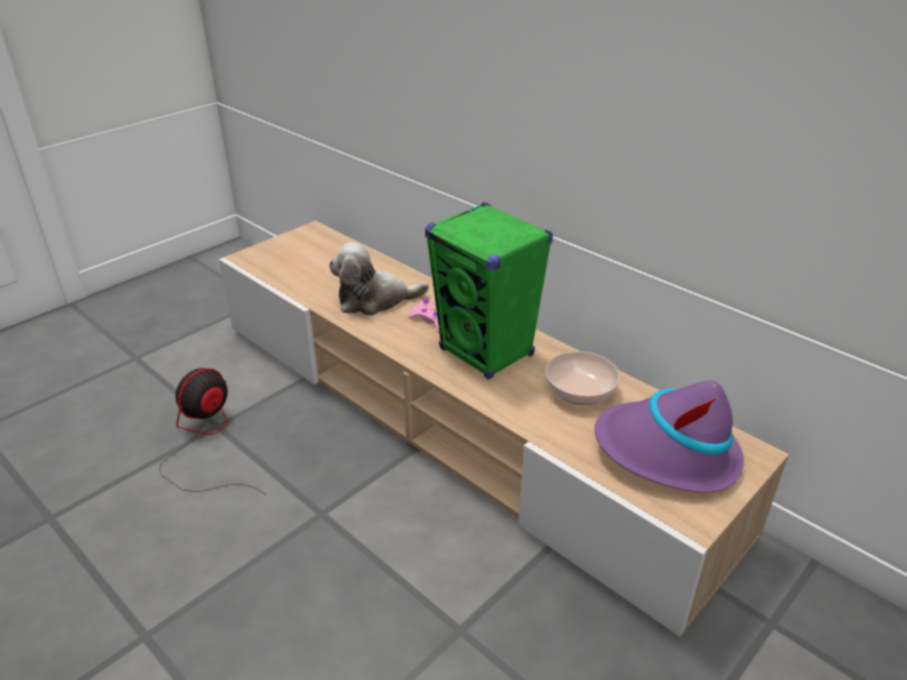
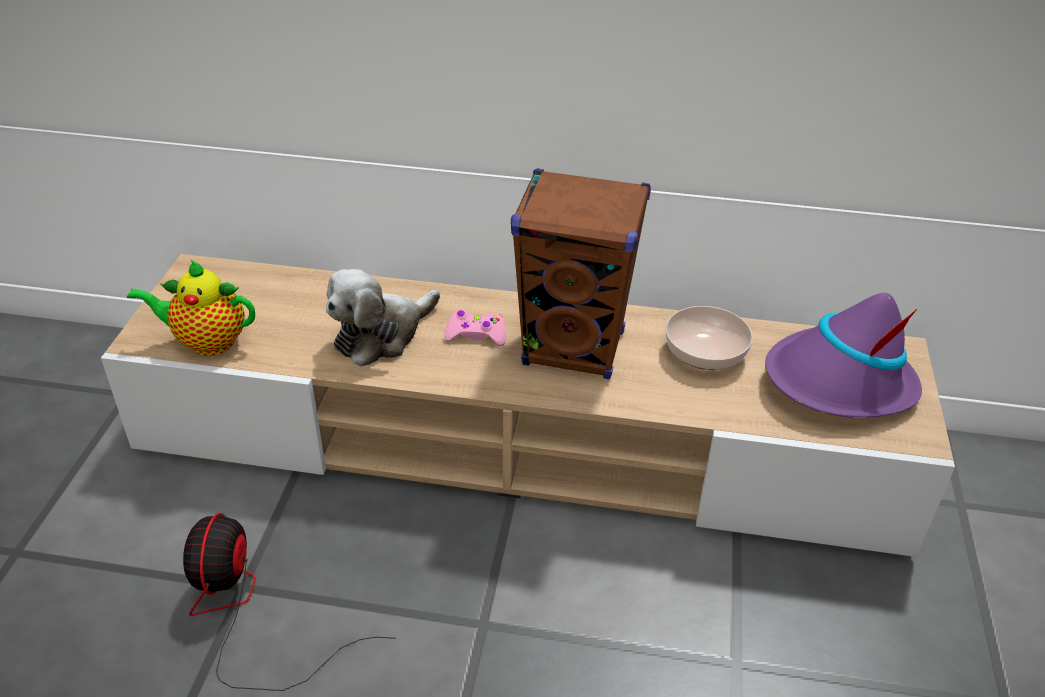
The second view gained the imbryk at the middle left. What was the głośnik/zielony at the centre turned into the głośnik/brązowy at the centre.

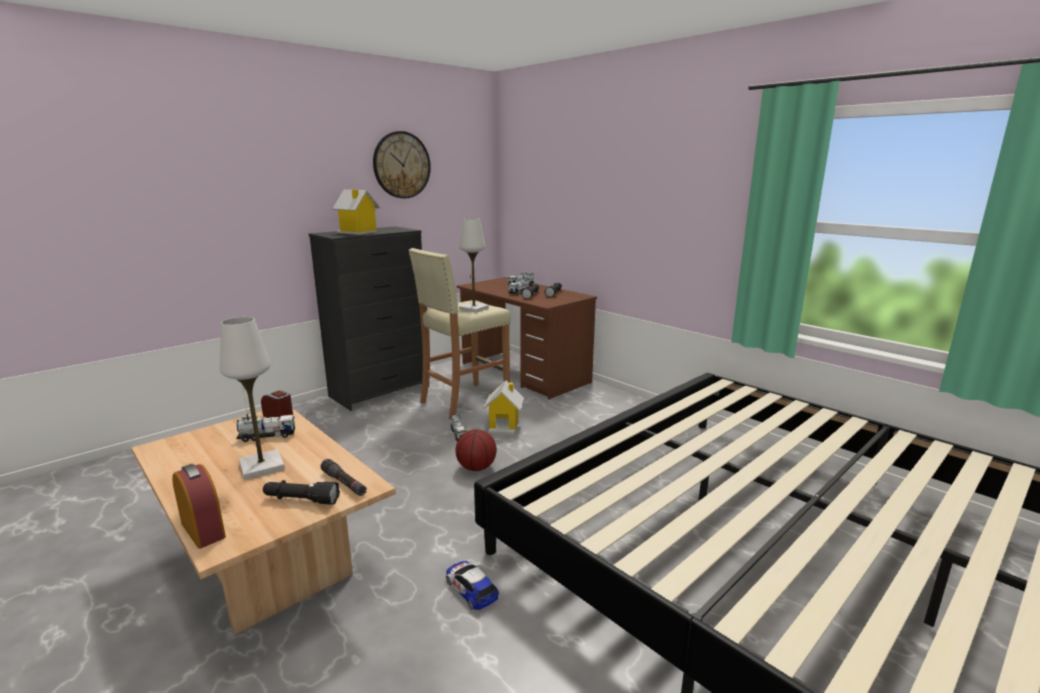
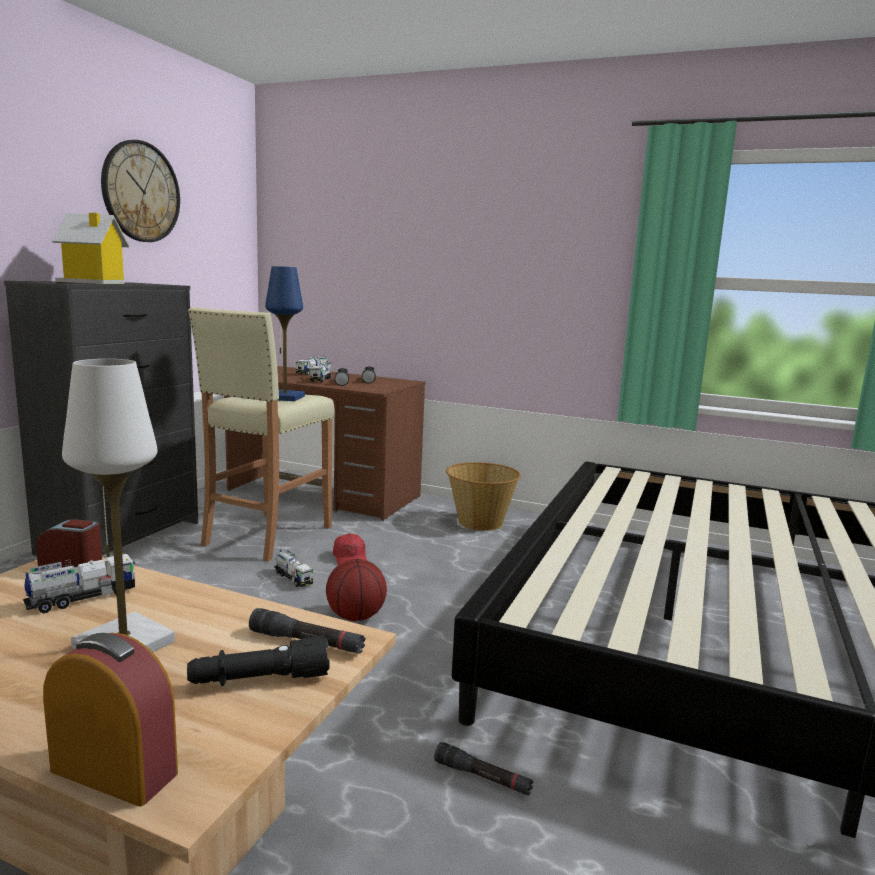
The second view gained the koszyk at the centre. Where the samochodzik stood at the bottom centre, the latarka/czarny (5th from left) came to stand at the bottom centre. Where the domek (2nd from left) stood at the centre, the czapka z daszkiem/czerwony came to stand at the centre. What was the lampa stołowa/biały (2nd from left) at the centre turned into the lampa stołowa/niebieski at the middle left.

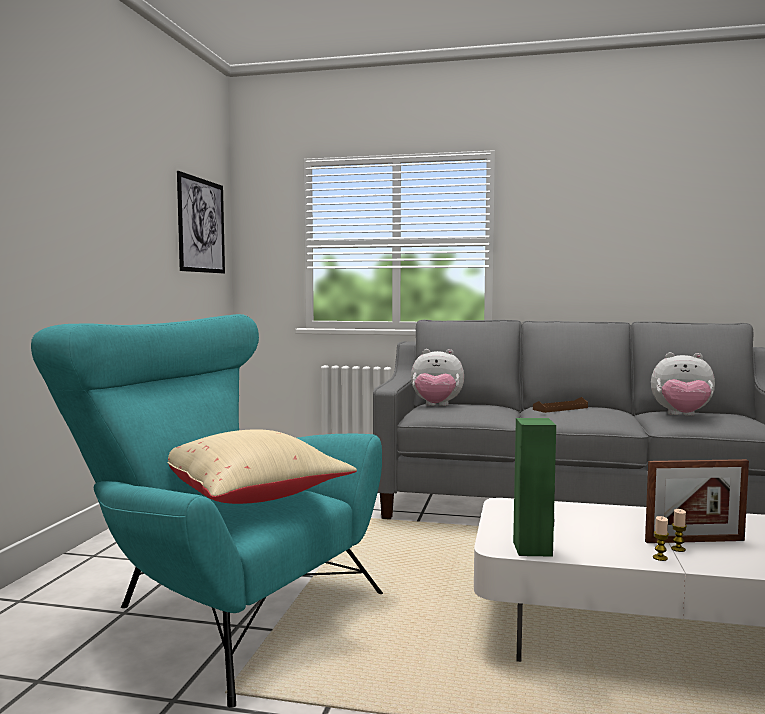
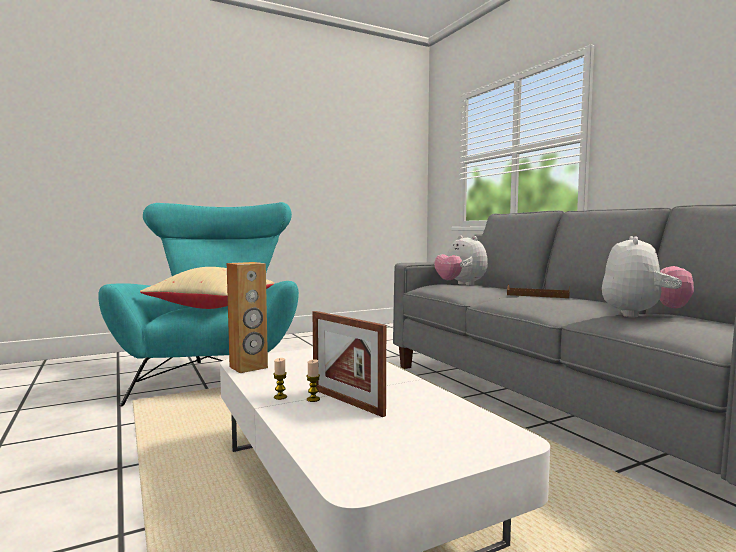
The second view lost the obraz at the top left. What was the głośnik/zielony at the bottom right turned into the głośnik/brązowy at the centre. The pluszak (2nd from left) at the middle right ended up facing another way, 135 degrees counterclockwise from before.

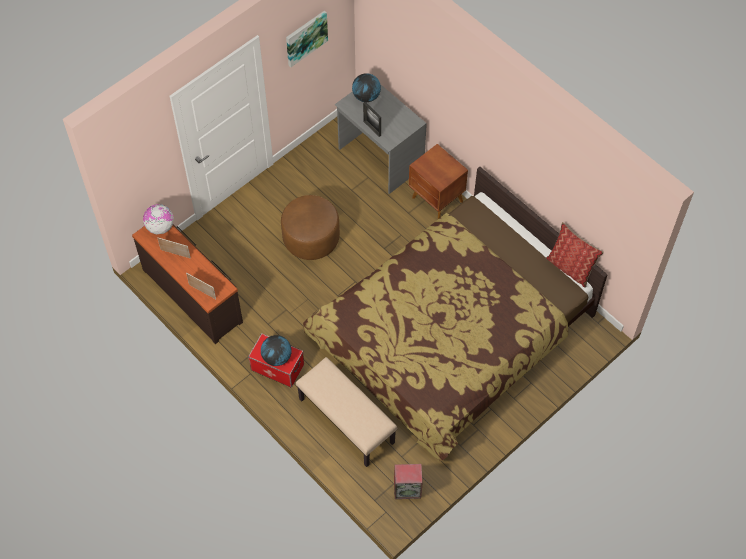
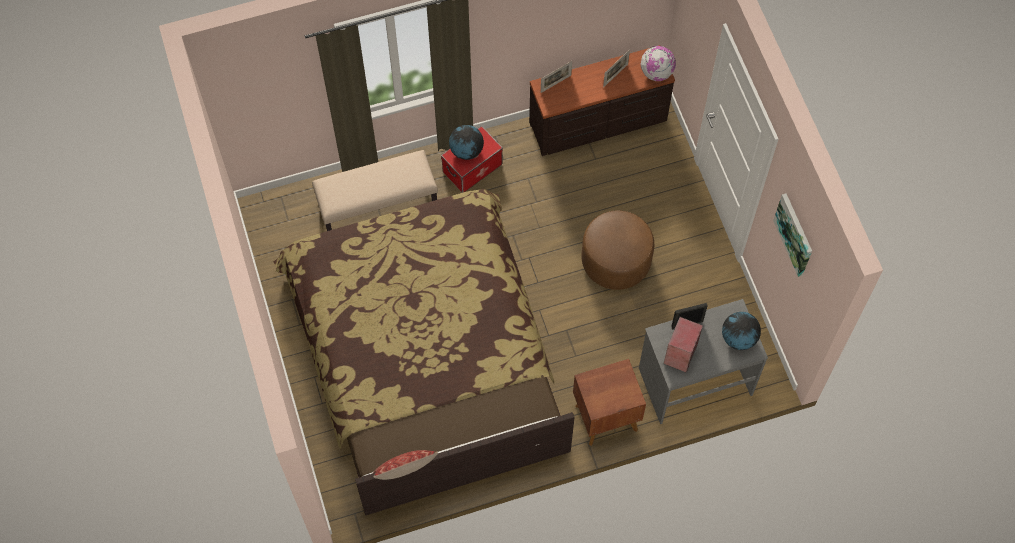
The głośnik ended up elsewhere, having gone from the bottom centre to the middle right.

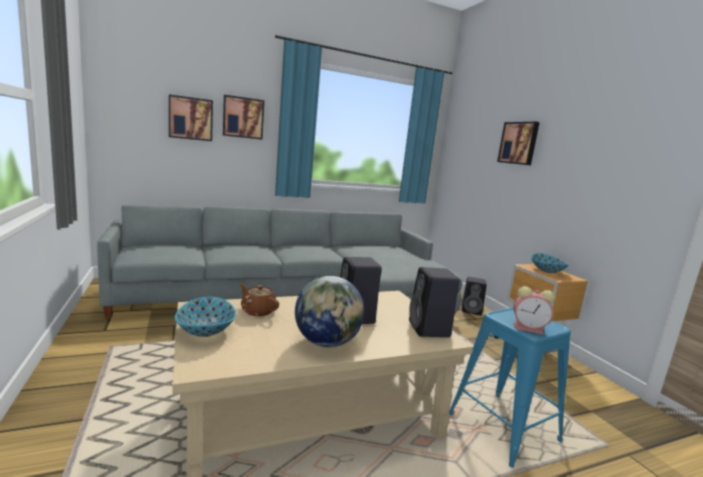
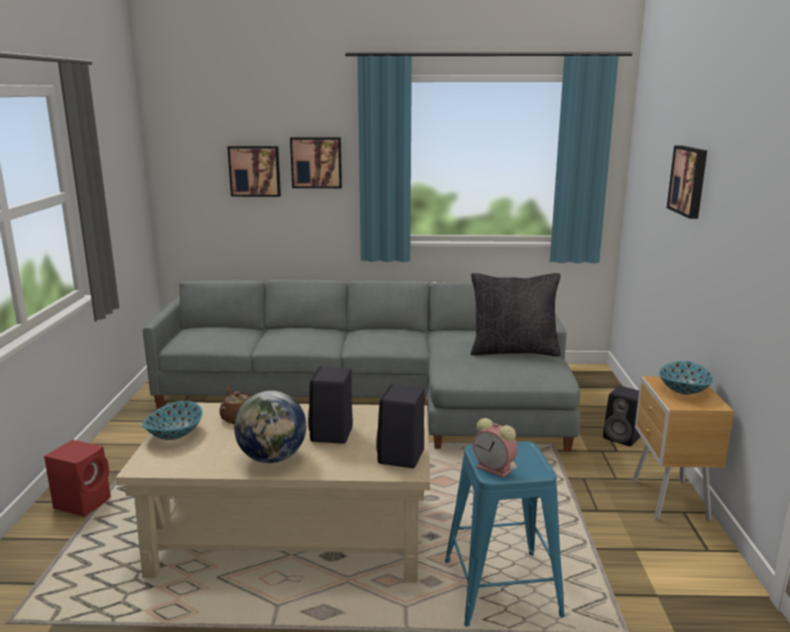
The second view gained the głośnik/czerwony at the bottom left. The second view gained the poduszka/czarny at the centre.

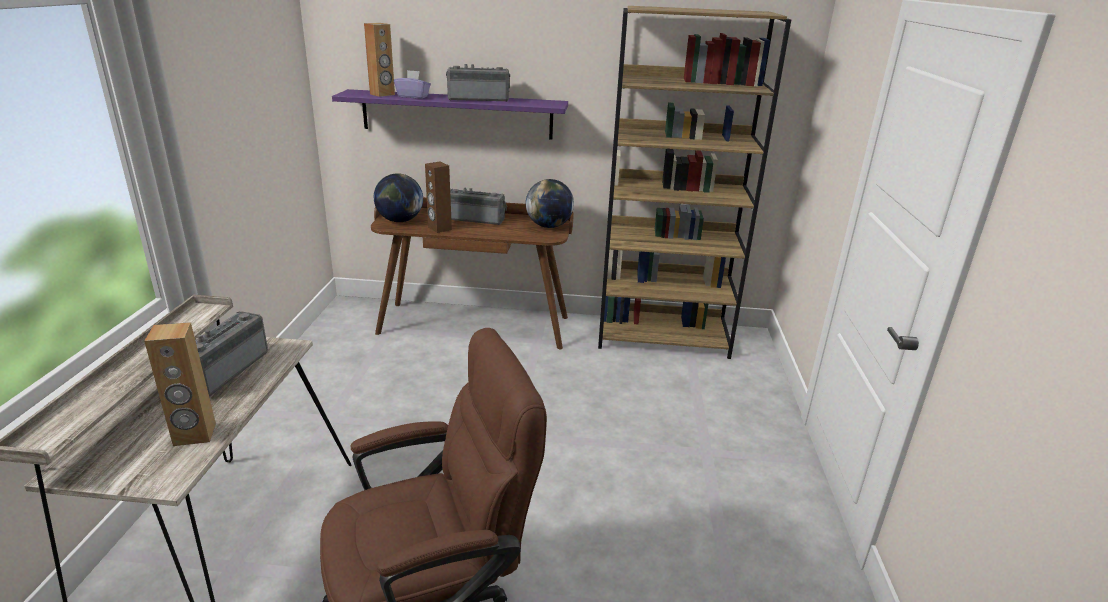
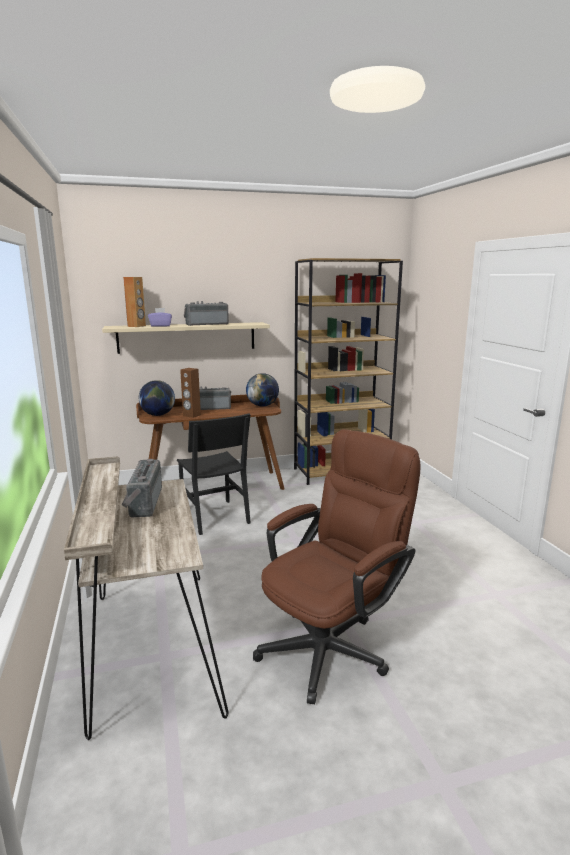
The second view lost the głośnik/brązowy (1st from left) at the middle left. The second view gained the krzesło/czarny at the centre. What was the półka/fioletowy at the top centre turned into the półka/beżowy at the middle left.

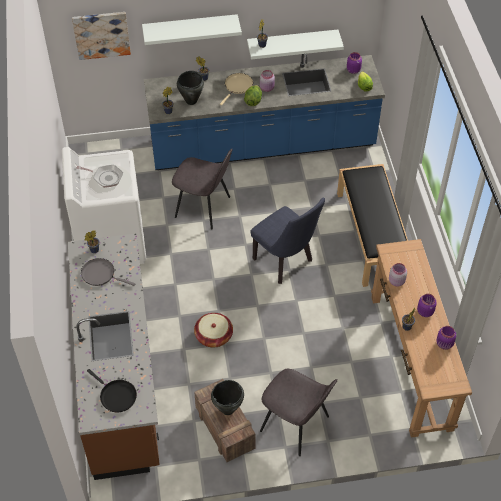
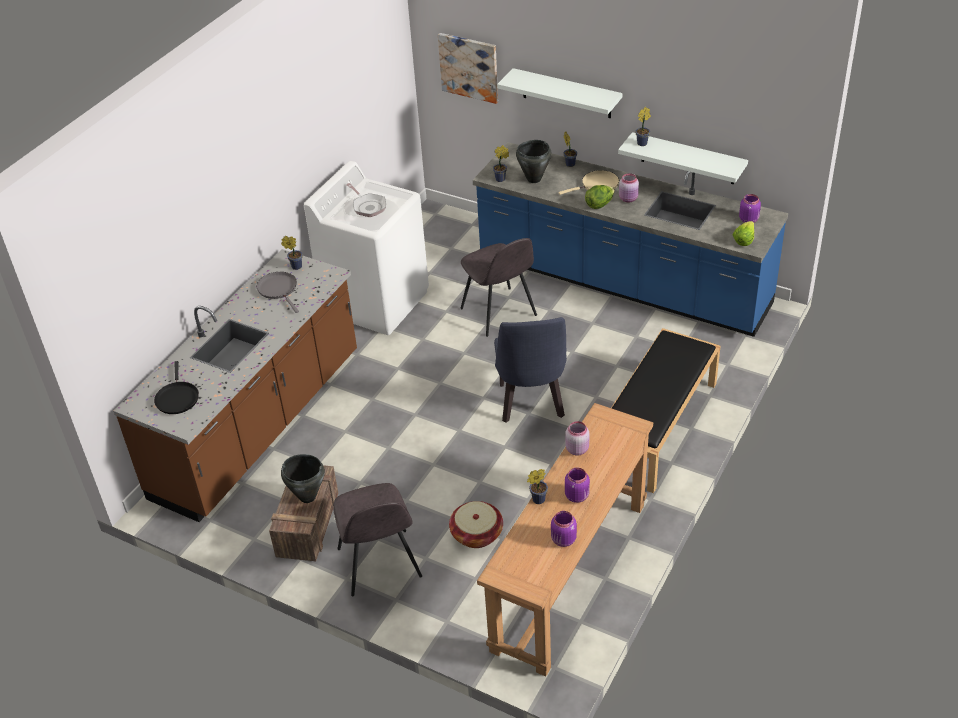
The koszyk ended up elsewhere, having gone from the centre to the bottom centre.

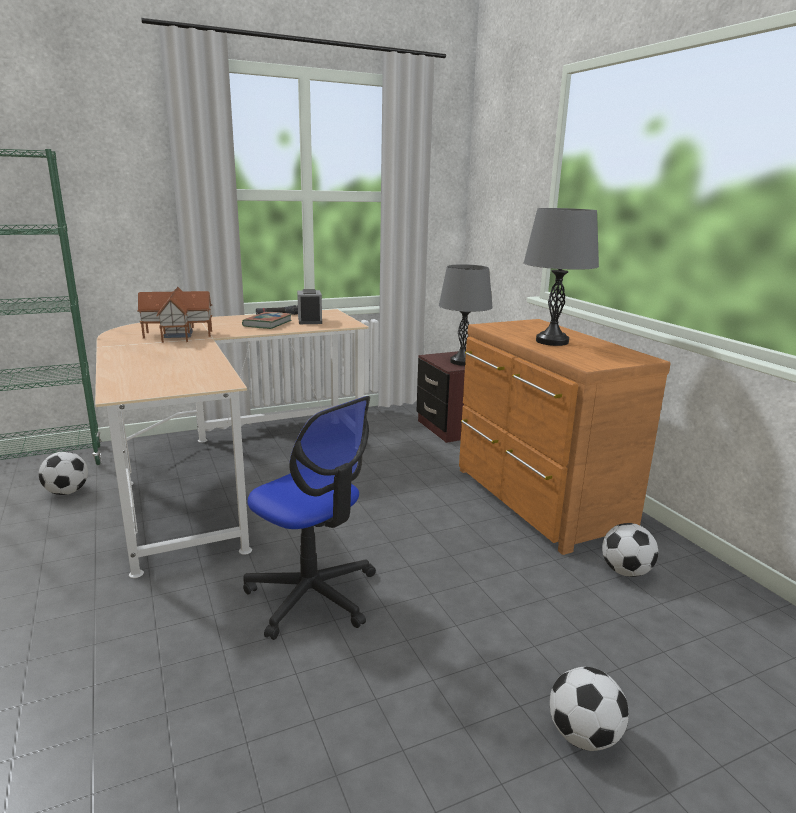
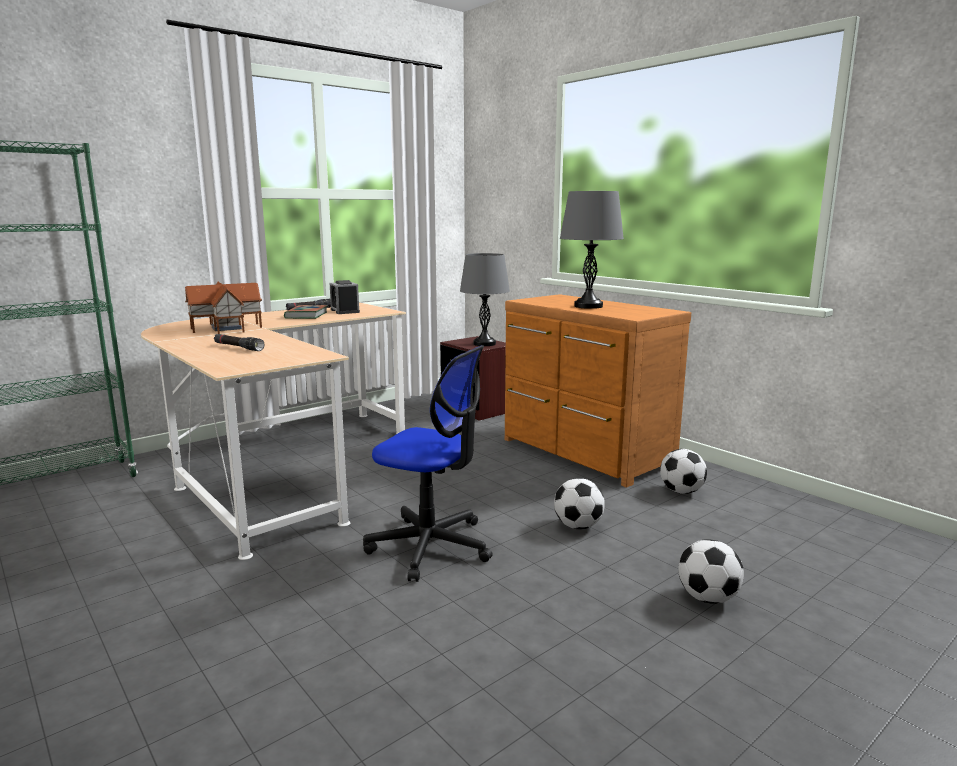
The second view gained the latarka/czarny (1st from left) at the middle left. The piłka futbolowa (1st from left) ended up elsewhere, having gone from the middle left to the centre.

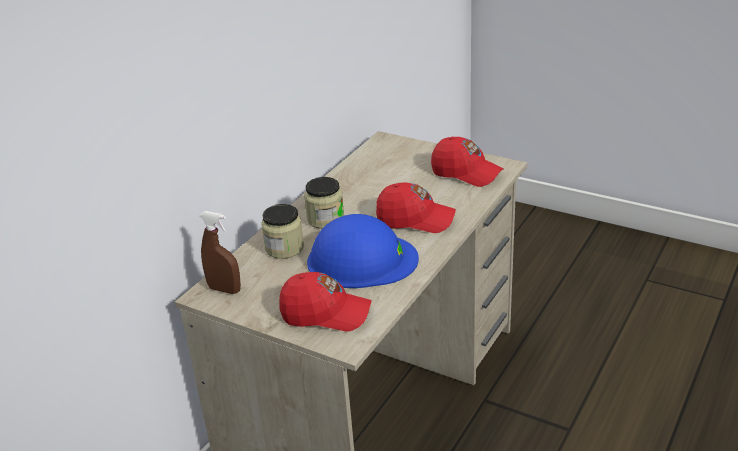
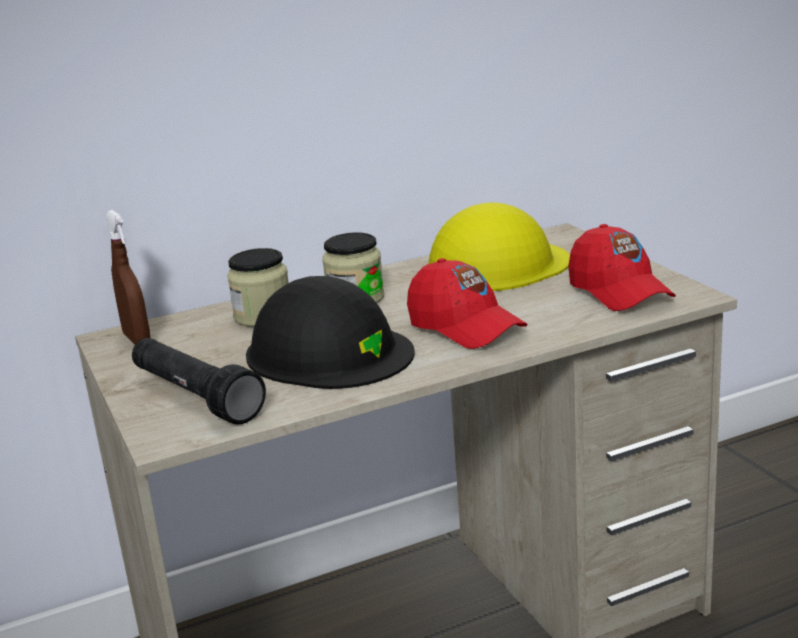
The second view gained the kask/żółty at the centre. Where the czapka z daszkiem/czerwony (1st from left) stood at the bottom centre, the latarka/czarny came to stand at the middle left. What was the kask/niebieski at the centre turned into the kask/czarny at the centre.

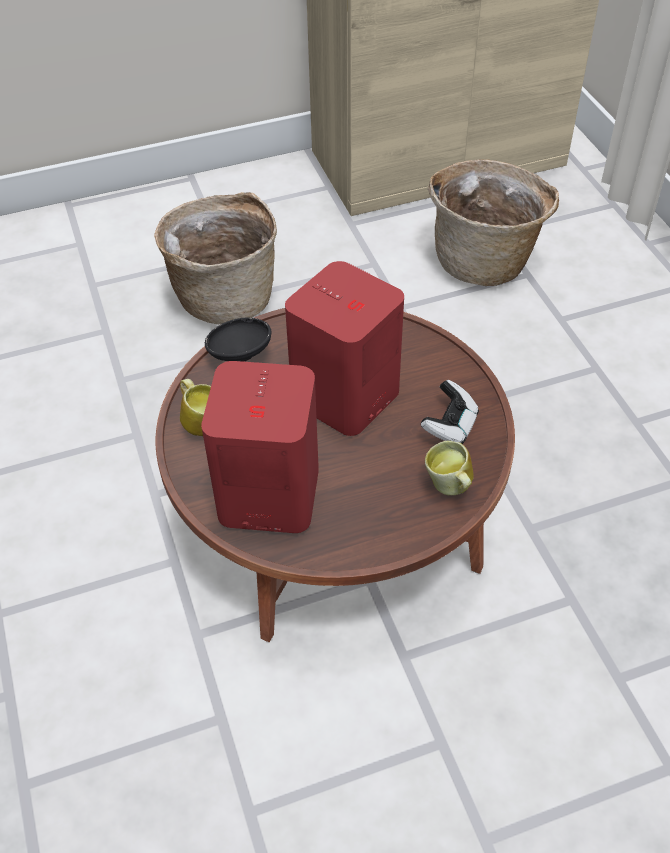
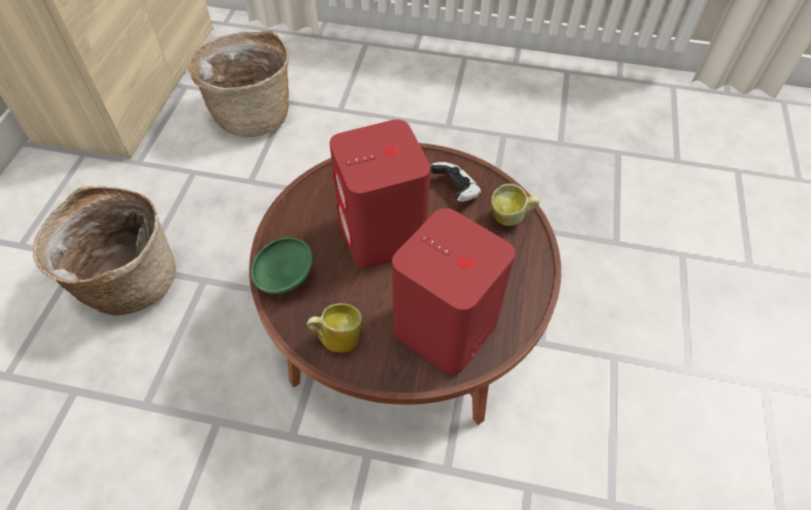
What was the miska/czarny at the centre turned into the miska/zielony at the centre.

